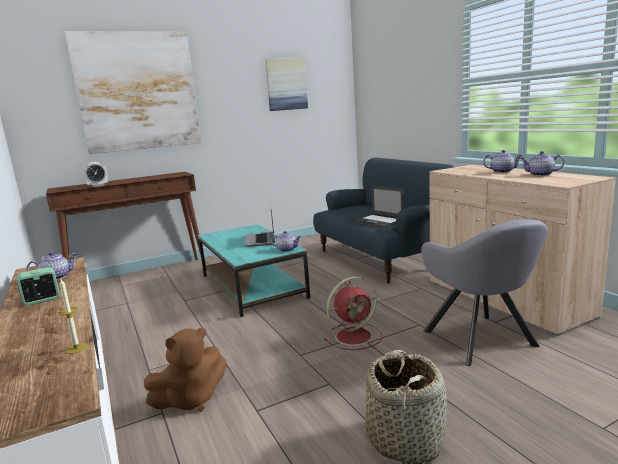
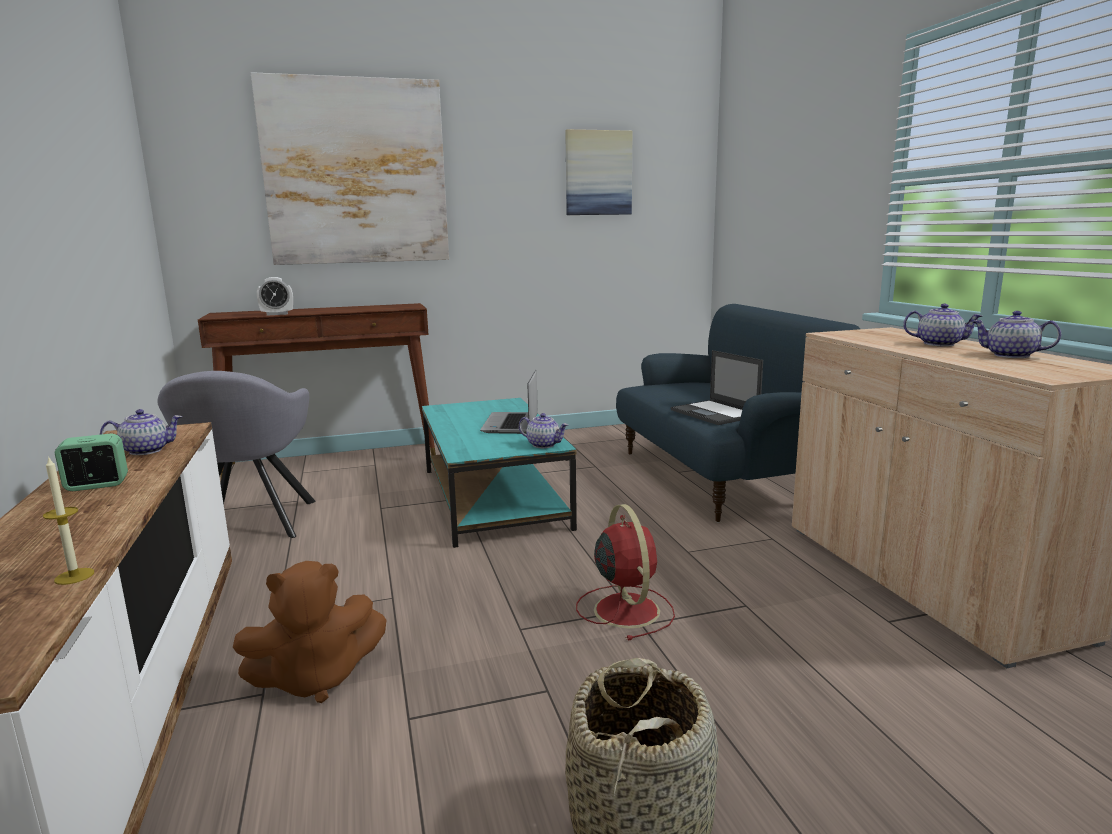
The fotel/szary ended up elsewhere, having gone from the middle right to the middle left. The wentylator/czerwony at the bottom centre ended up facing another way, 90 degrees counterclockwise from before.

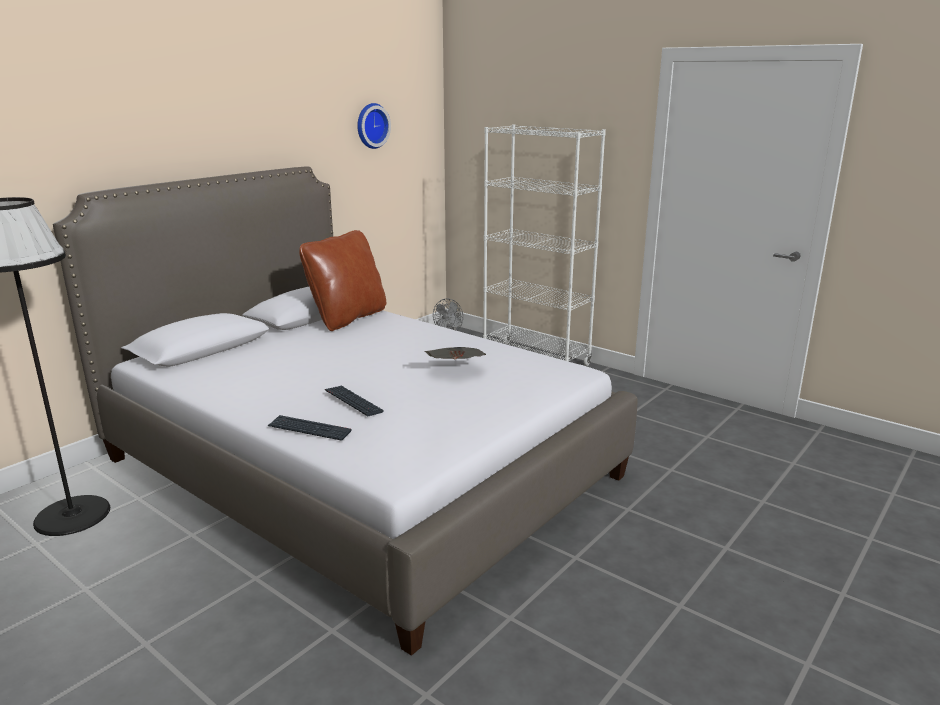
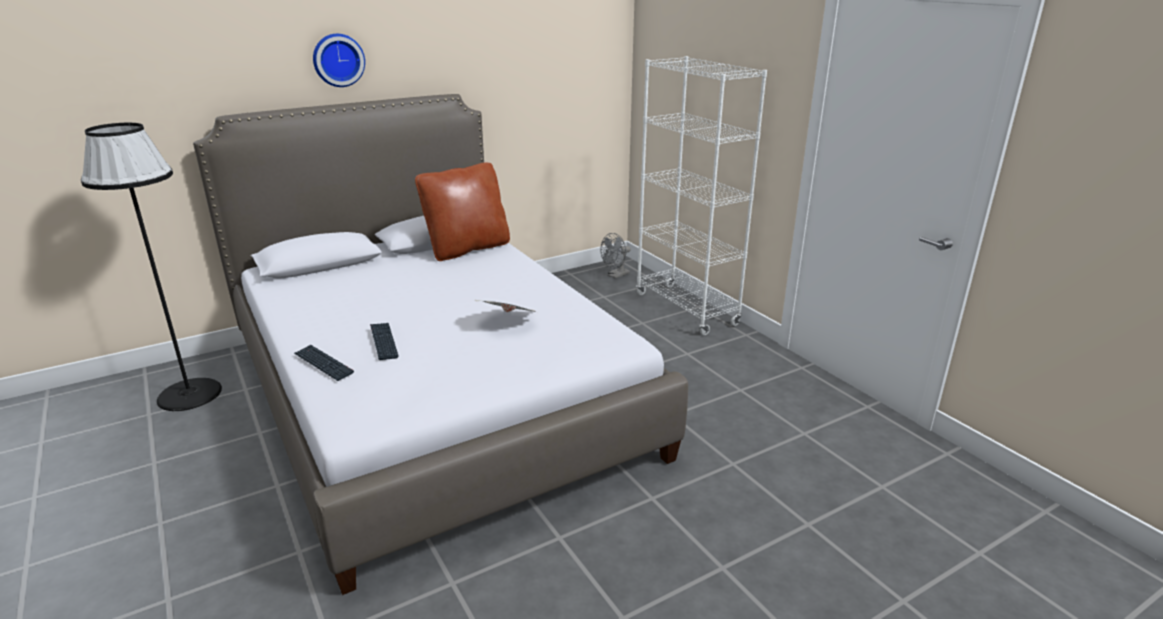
The zegar ścienny ended up elsewhere, having gone from the top centre to the top left.

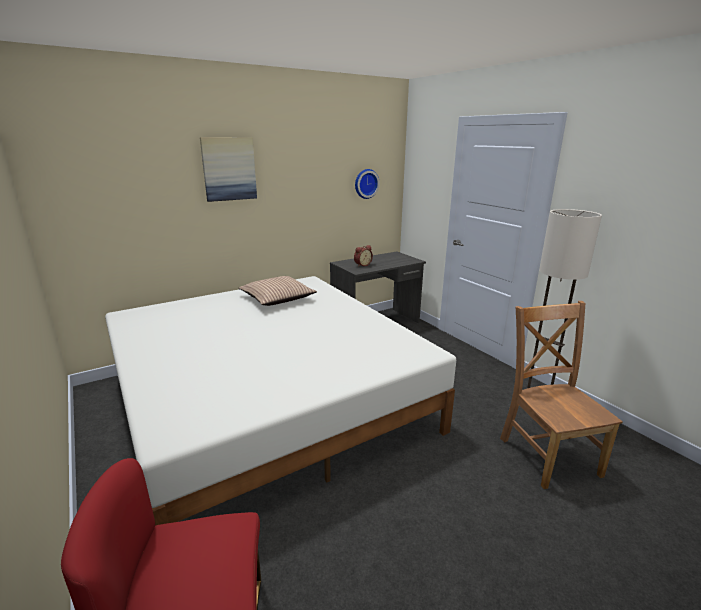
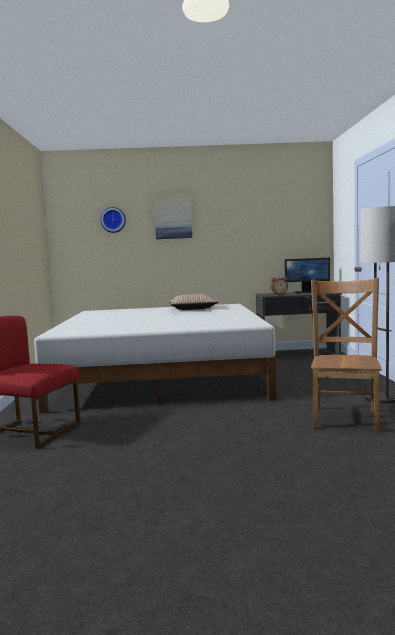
The second view gained the monitor at the middle right. The zegar ścienny ended up elsewhere, having gone from the top centre to the middle left.

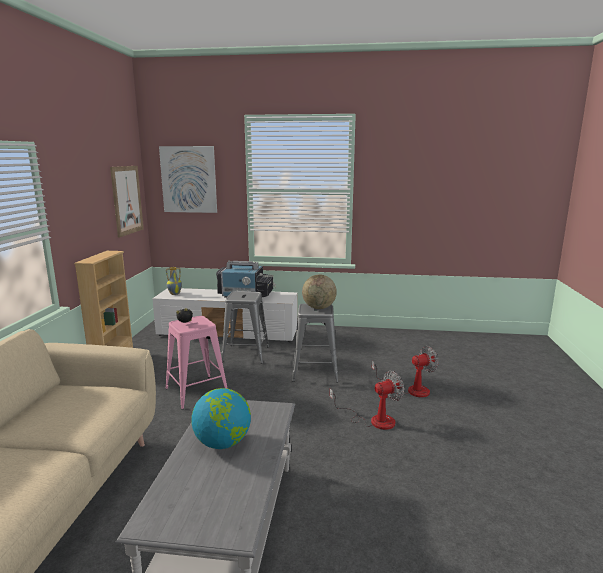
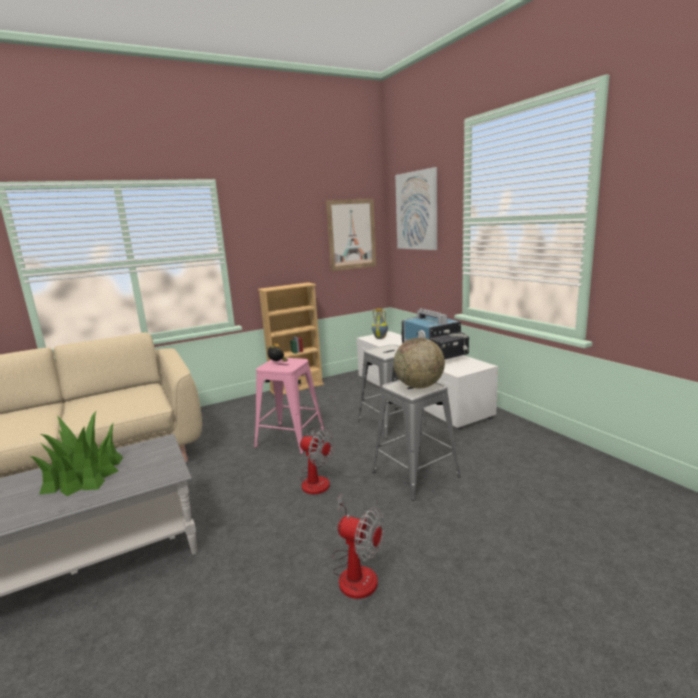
The wentylator (2nd from left in the first image) ended up elsewhere, having gone from the middle right to the centre. Where the globus (1st from left) stood at the bottom centre, the roślina doniczkowa came to stand at the middle left.

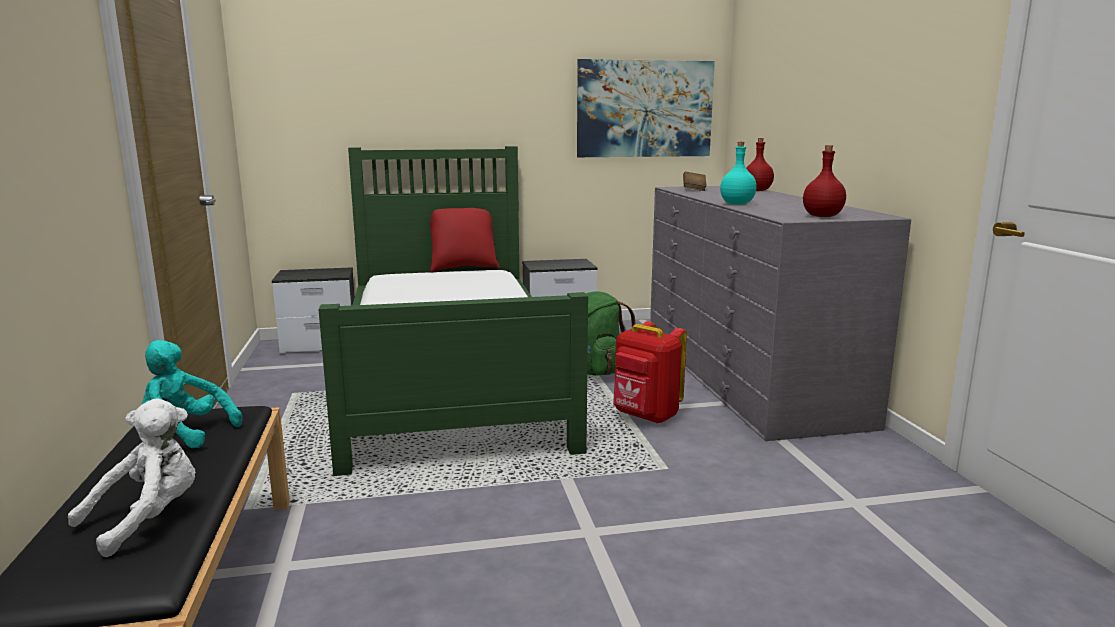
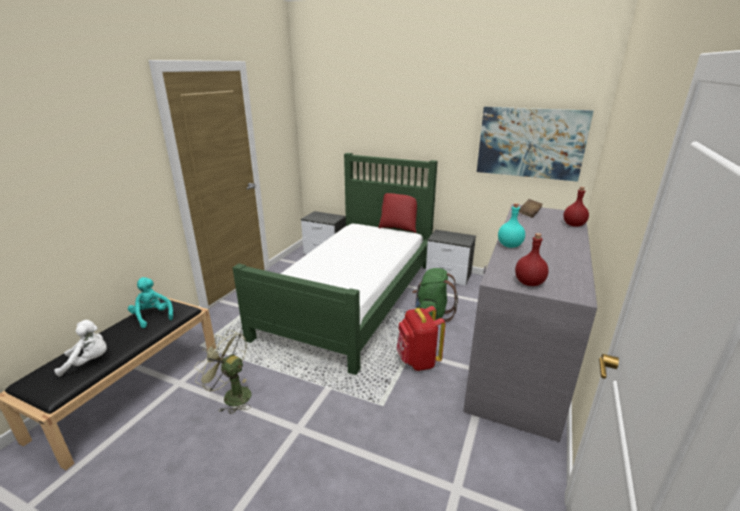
The second view gained the wentylator/zielony at the bottom left.

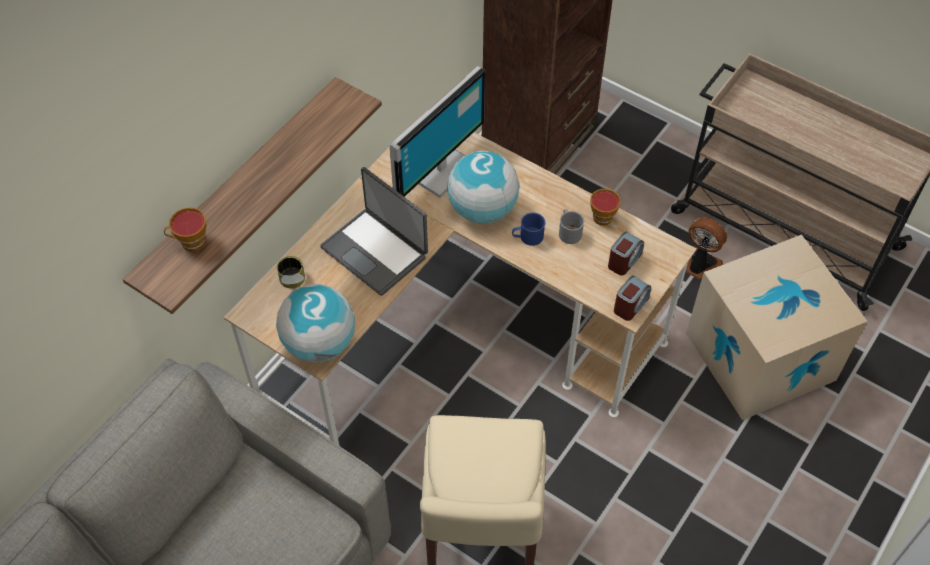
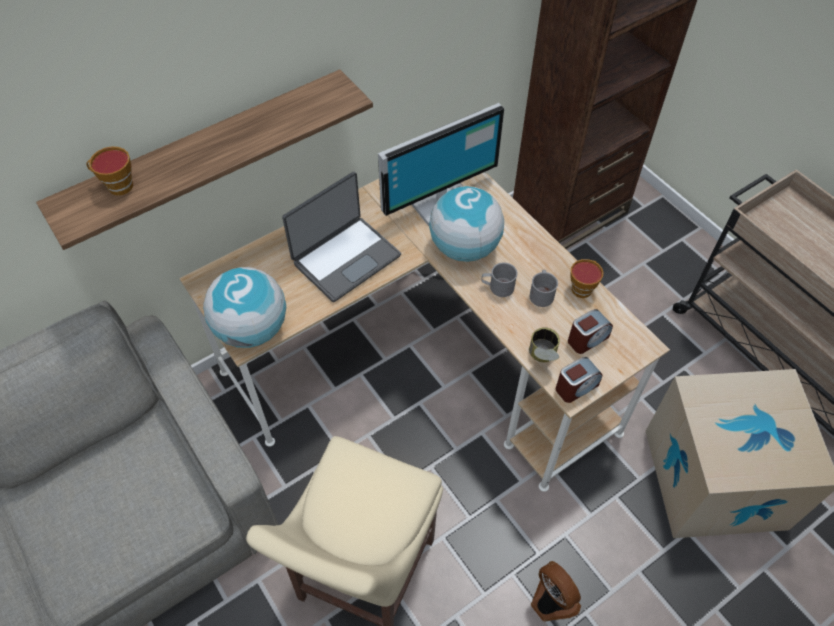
The puszka ended up elsewhere, having gone from the middle left to the centre. The wentylator ended up elsewhere, having gone from the middle right to the bottom right. What was the kubek/niebieski at the centre turned into the kubek/szary (1st from left) at the centre. The laptop at the centre ended up facing another way, 105 degrees counterclockwise from before.

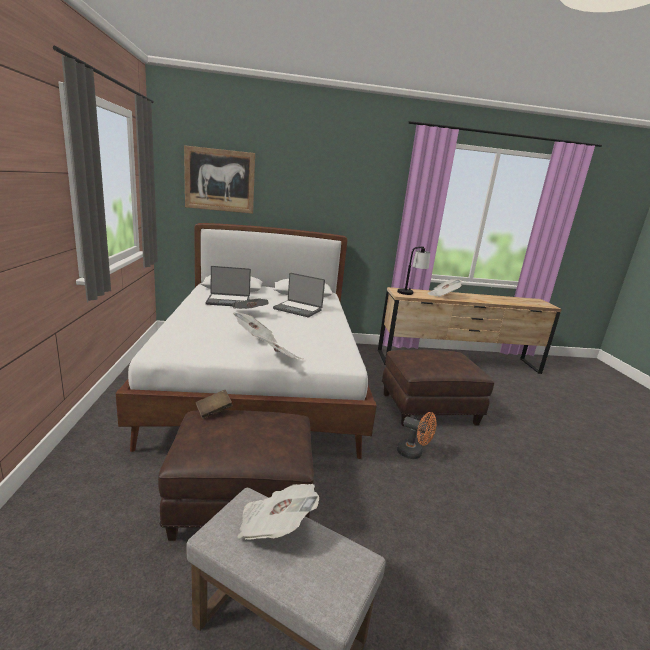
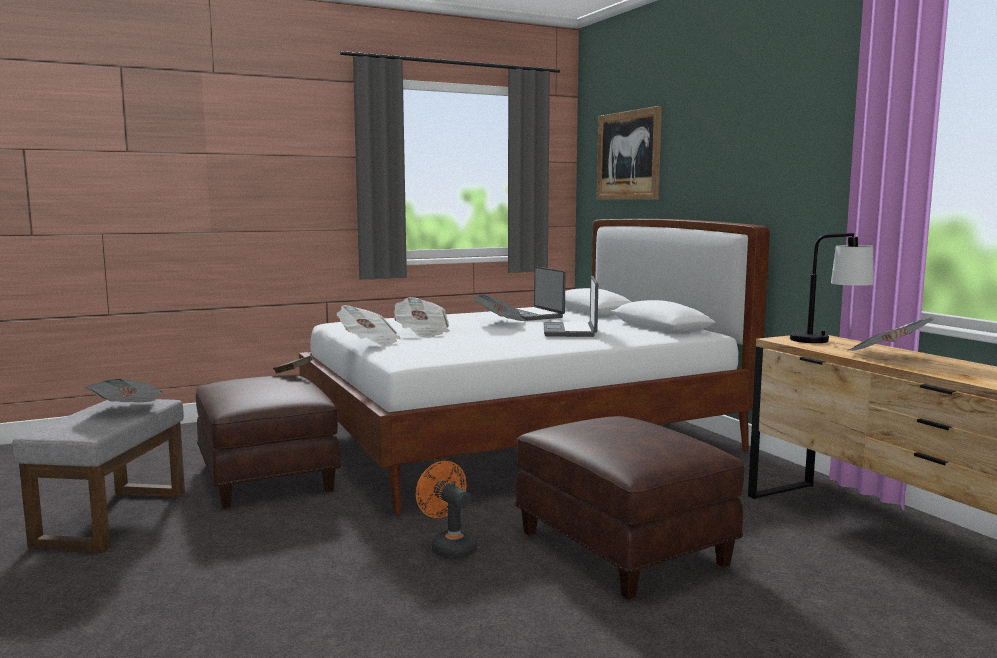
The wentylator/pomarańczowy at the bottom centre ended up facing another way, 135 degrees clockwise from before.

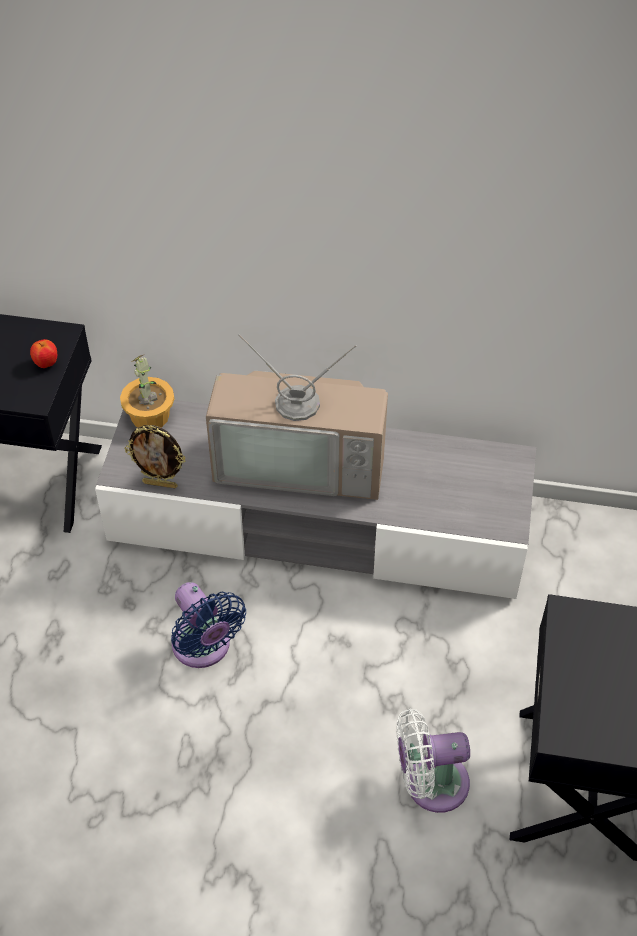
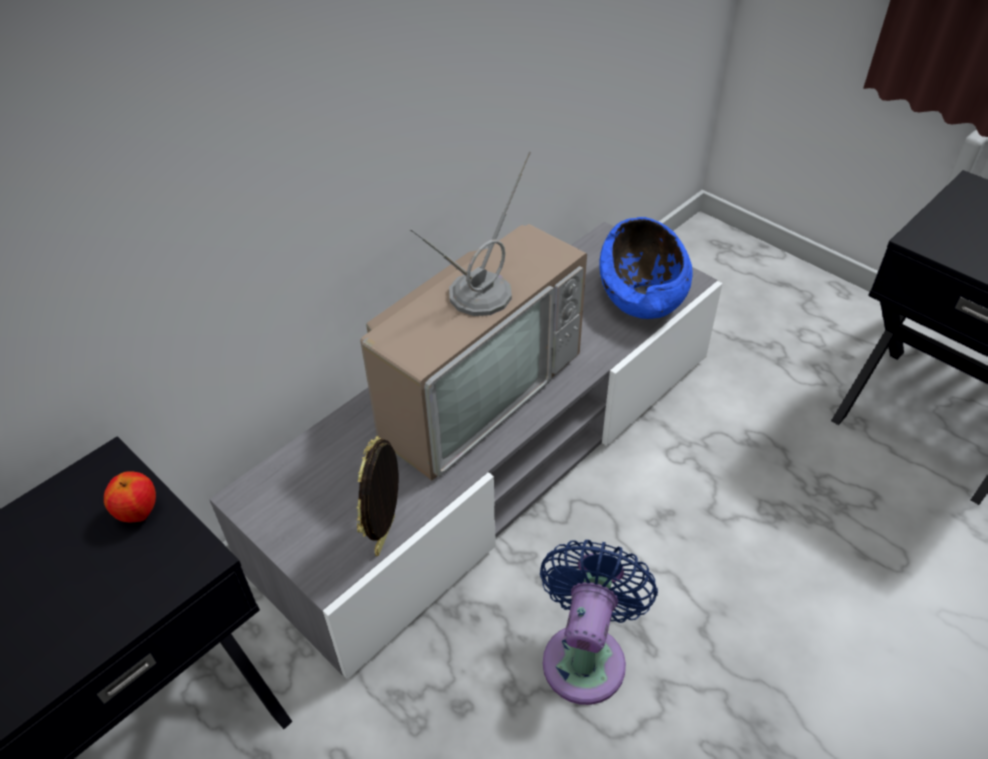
The second view lost the roślina doniczkowa at the middle left. The second view lost the wentylator/biały at the bottom right. The second view gained the miska/niebieski at the centre. The ramka na zdjęcie at the middle left ended up facing another way, 150 degrees clockwise from before. The wentylator/niebieski at the bottom left ended up facing another way, 75 degrees counterclockwise from before.

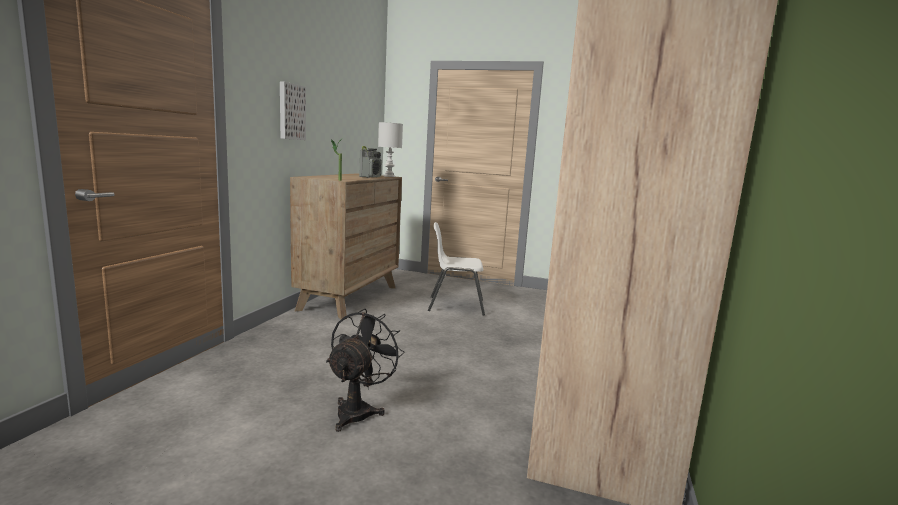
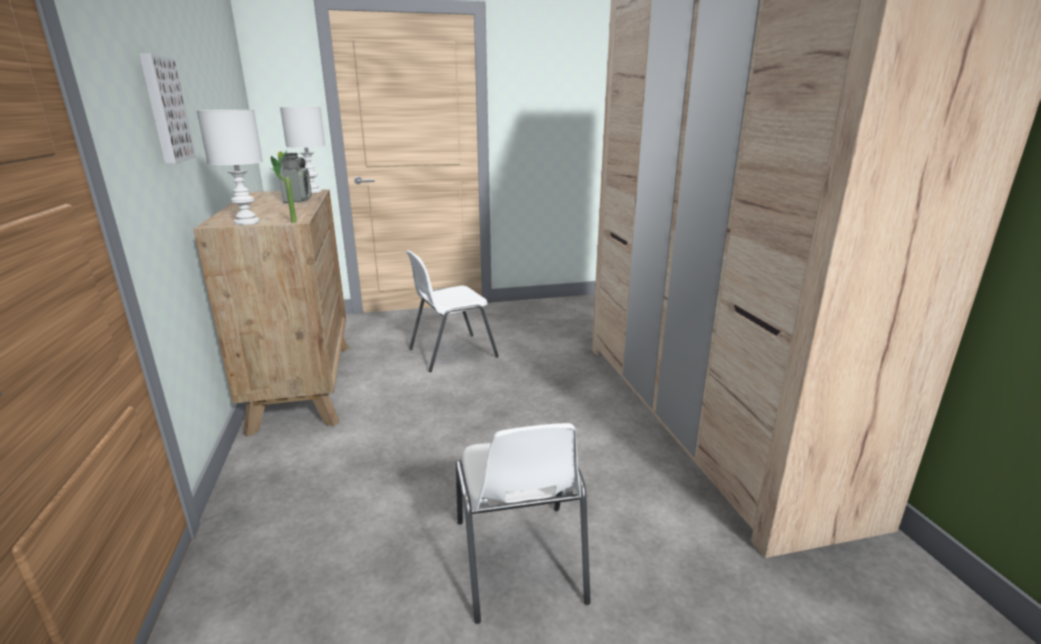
The second view gained the lampa stołowa/biały (1st from left) at the top left. Where the wentylator/czarny stood at the bottom centre, the krzesło/biały (2nd from left) came to stand at the bottom centre.

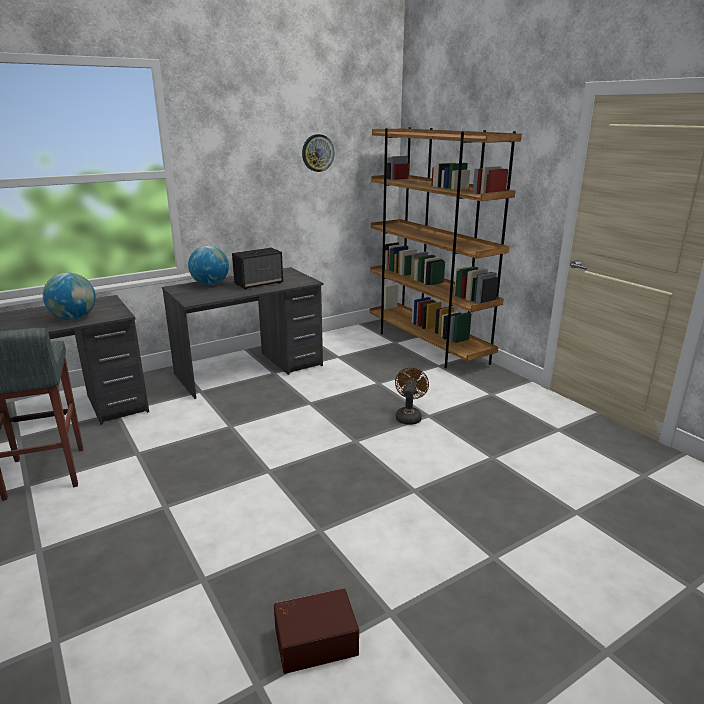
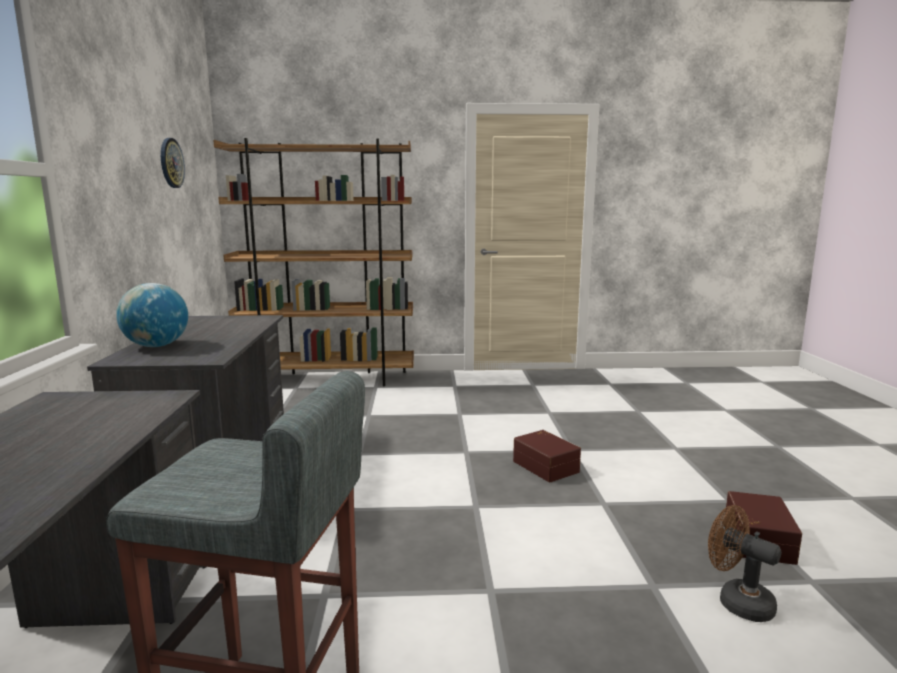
The second view lost the globus (1st from left) at the middle left. The second view lost the głośnik at the centre. The second view gained the pojemnik do przechowywania/brązowy (1st from left) at the bottom centre. The wentylator/brązowy ended up elsewhere, having gone from the centre to the bottom right.

